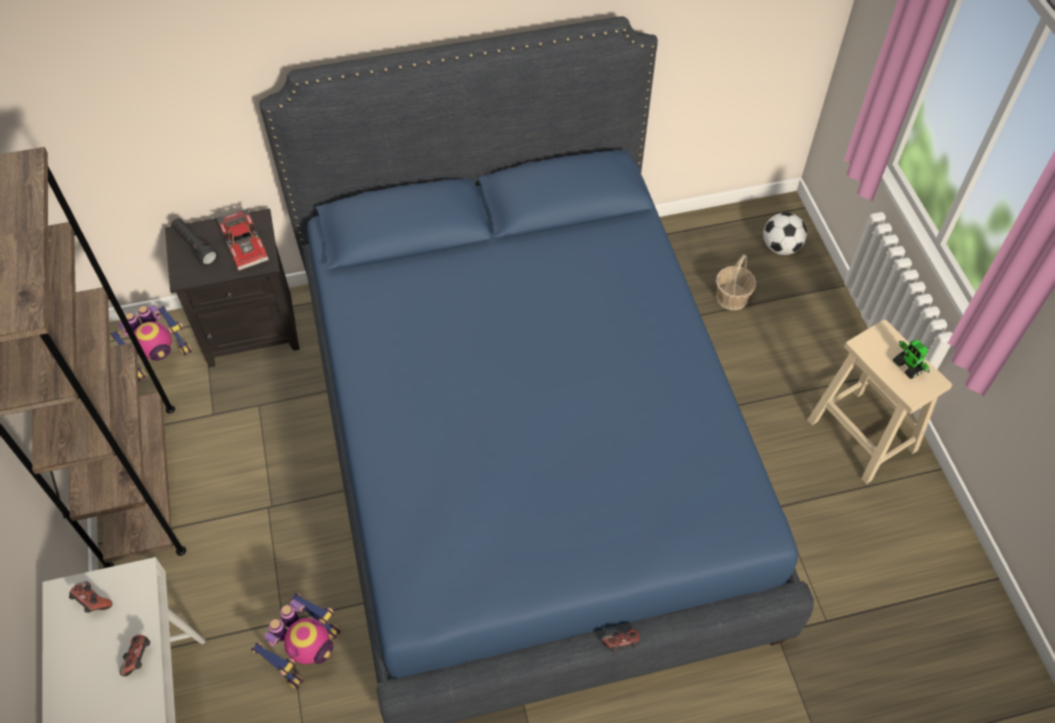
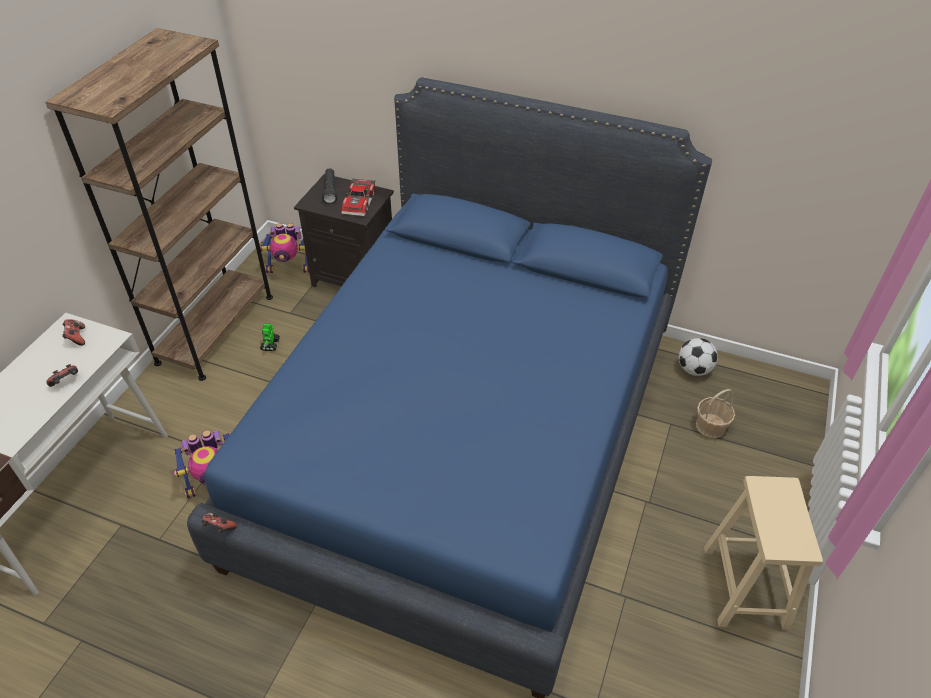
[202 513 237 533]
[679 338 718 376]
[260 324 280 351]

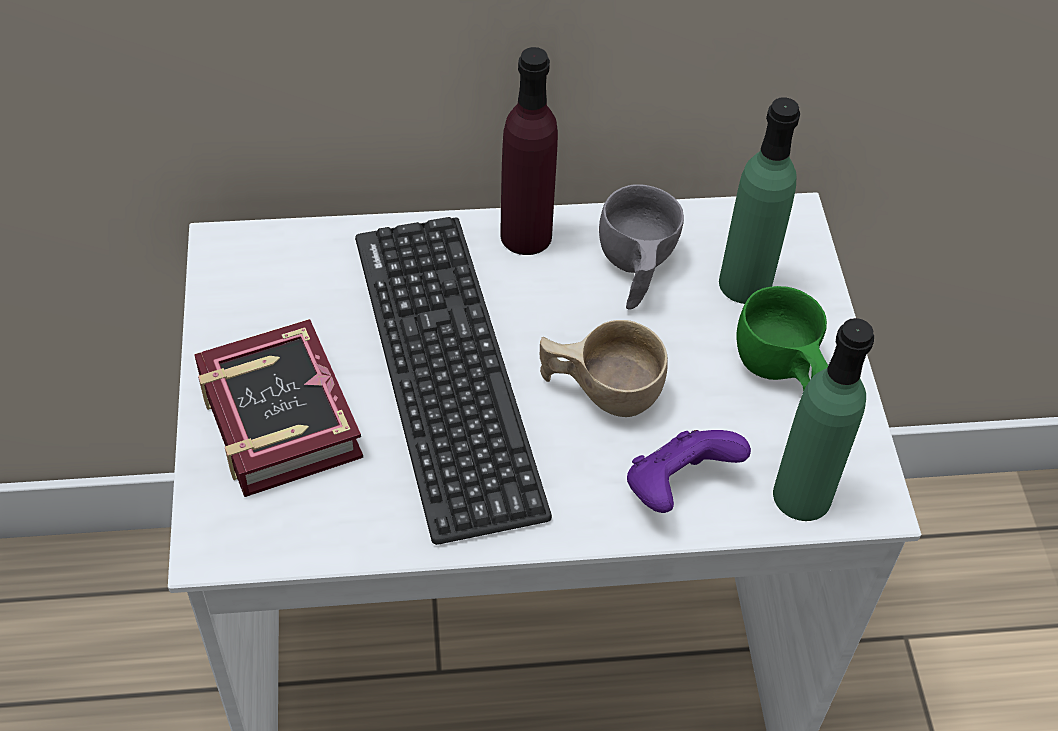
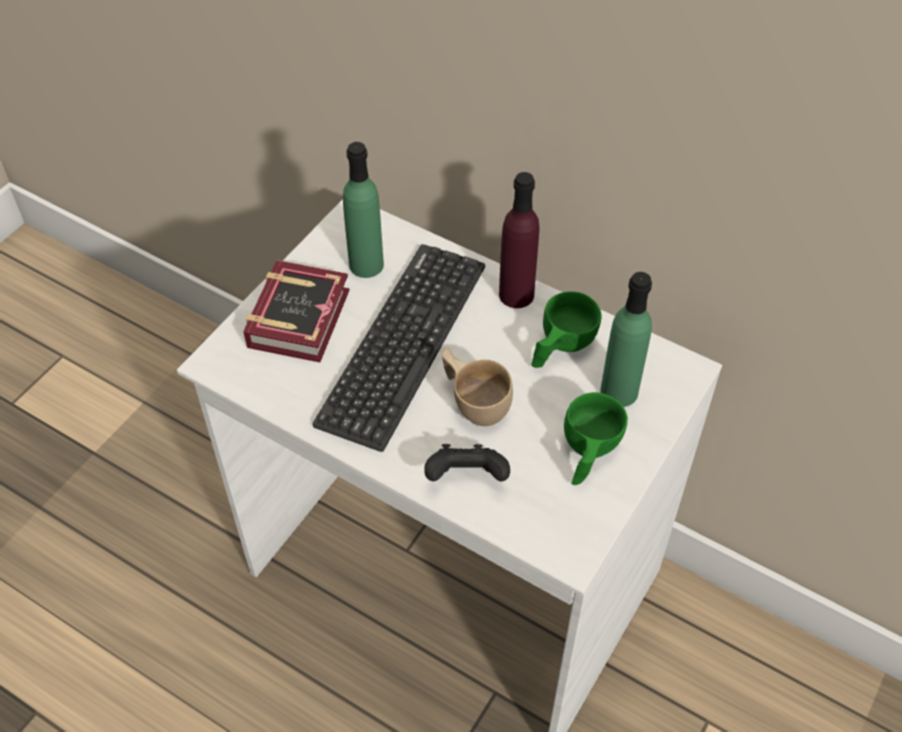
[531 291 601 368]
[424 444 510 481]
[343 142 384 278]

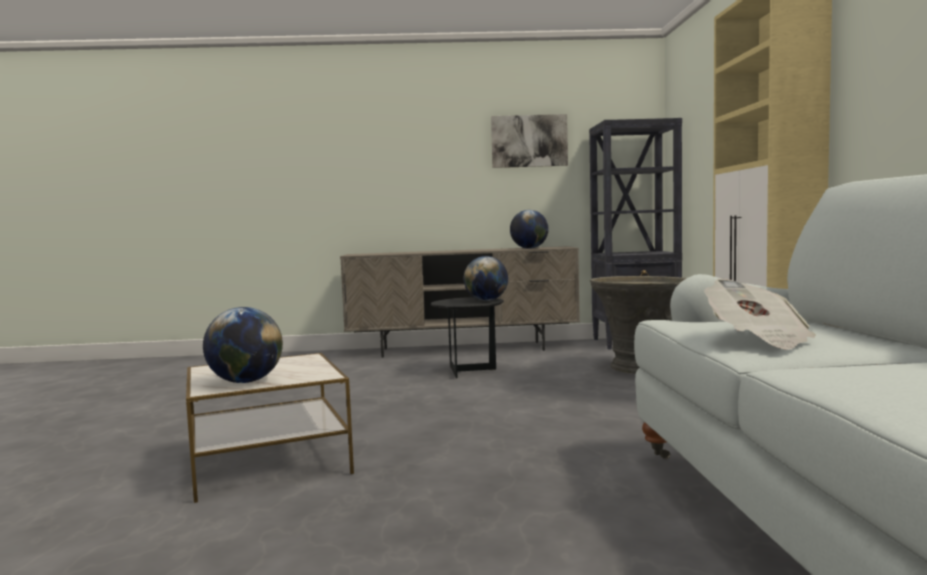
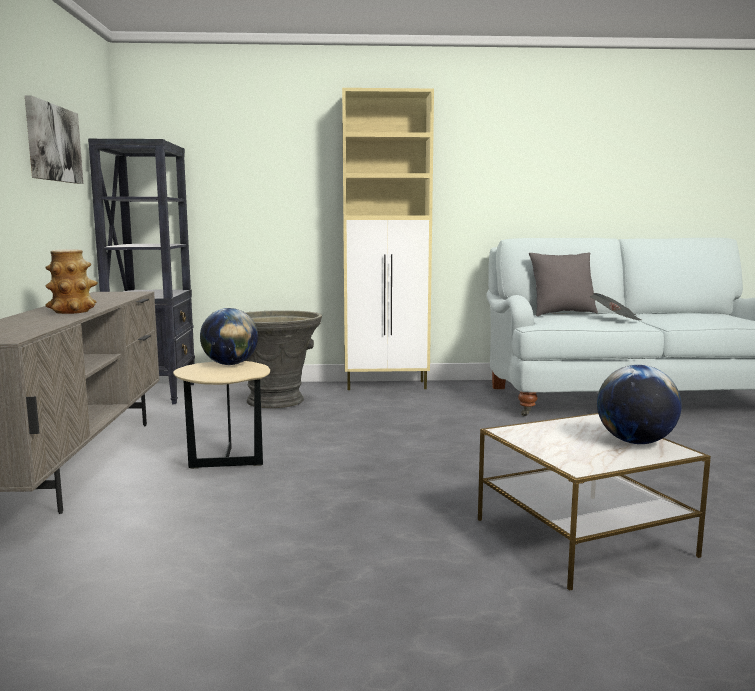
[173 361 270 469]
[510 210 549 249] (first image)
[45 249 98 314]
[529 253 598 316]

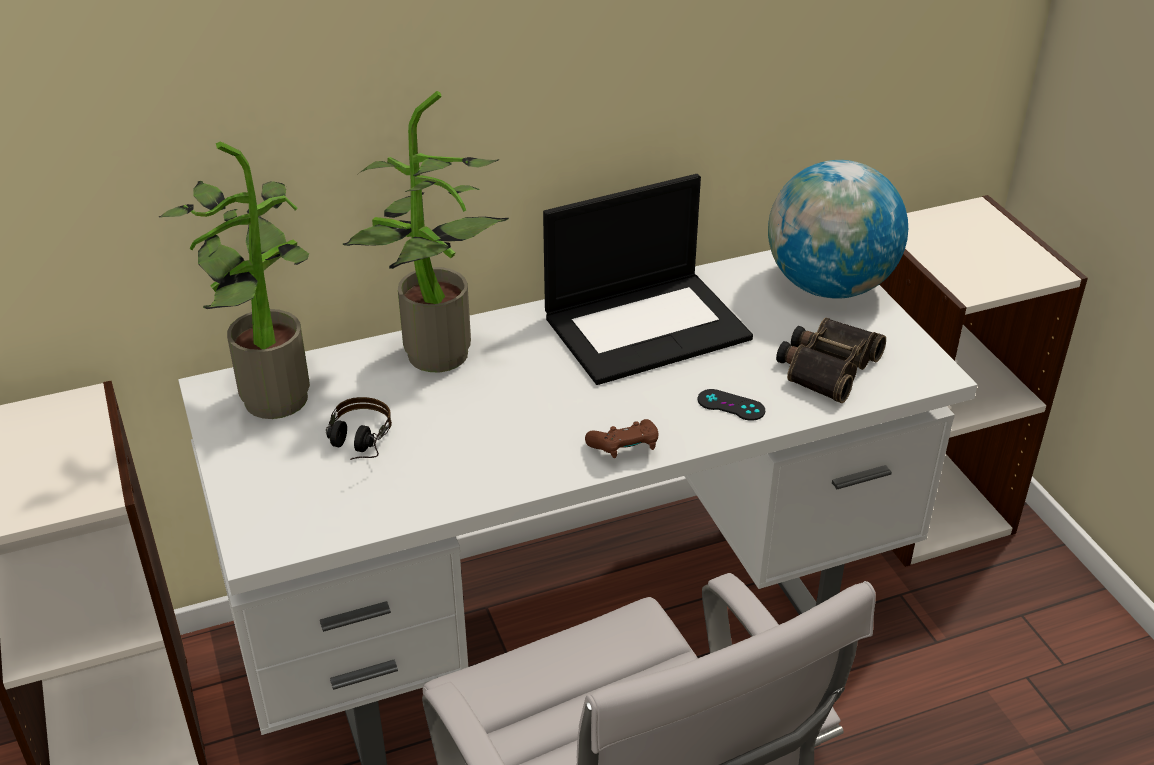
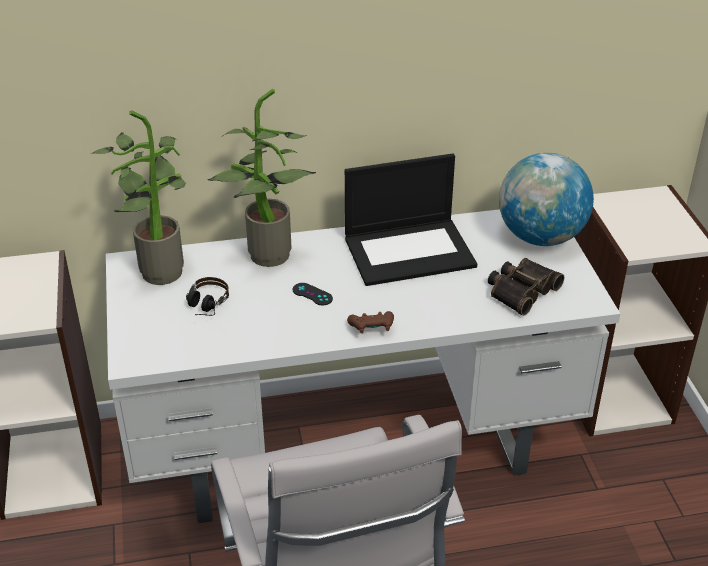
[293 283 333 305]

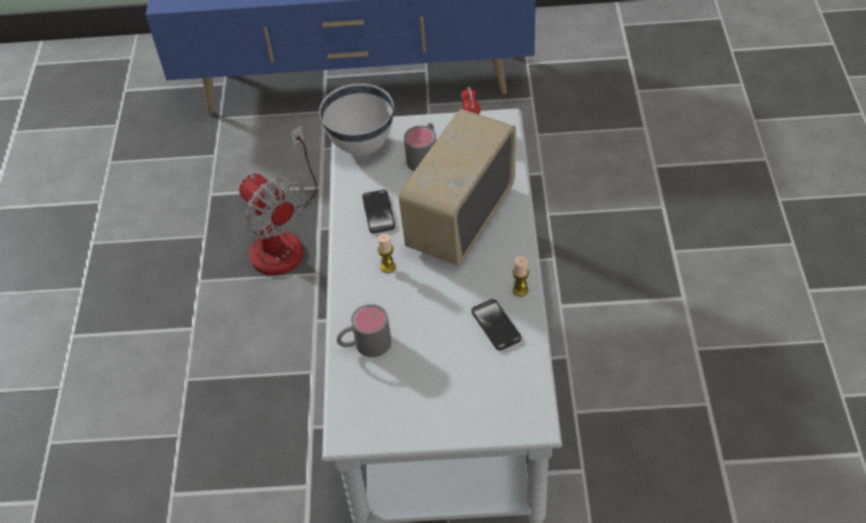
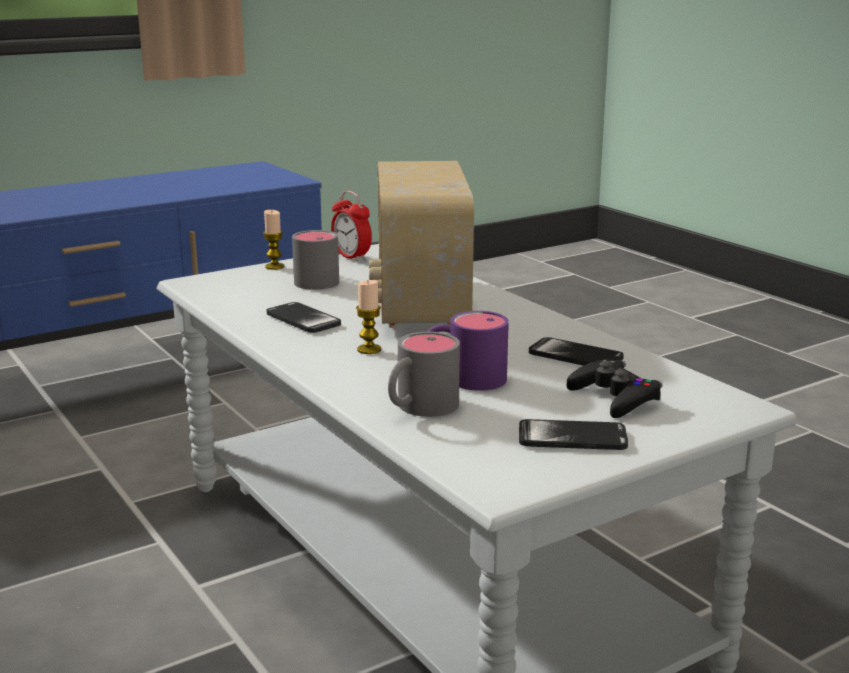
[239 125 317 275] (first image)
[319 83 394 155] (first image)
[263 210 284 270]
[427 311 509 391]
[519 419 628 450]
[567 359 663 418]

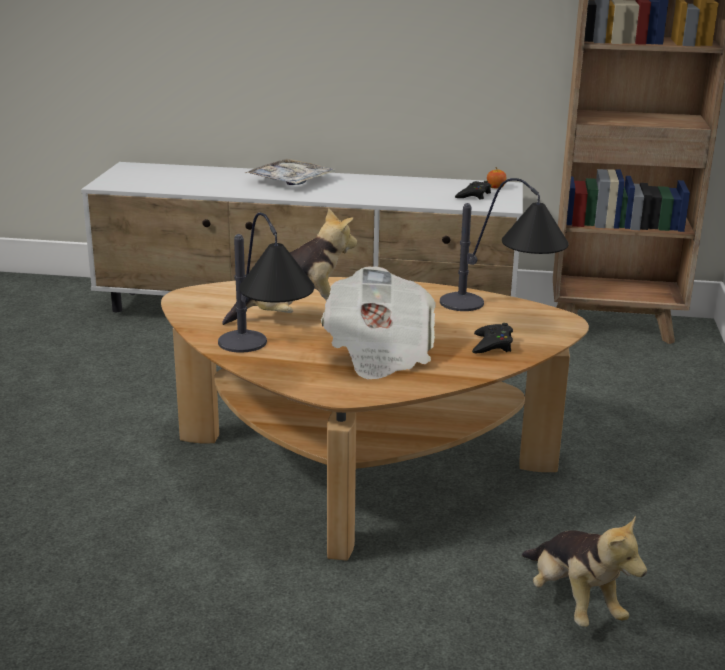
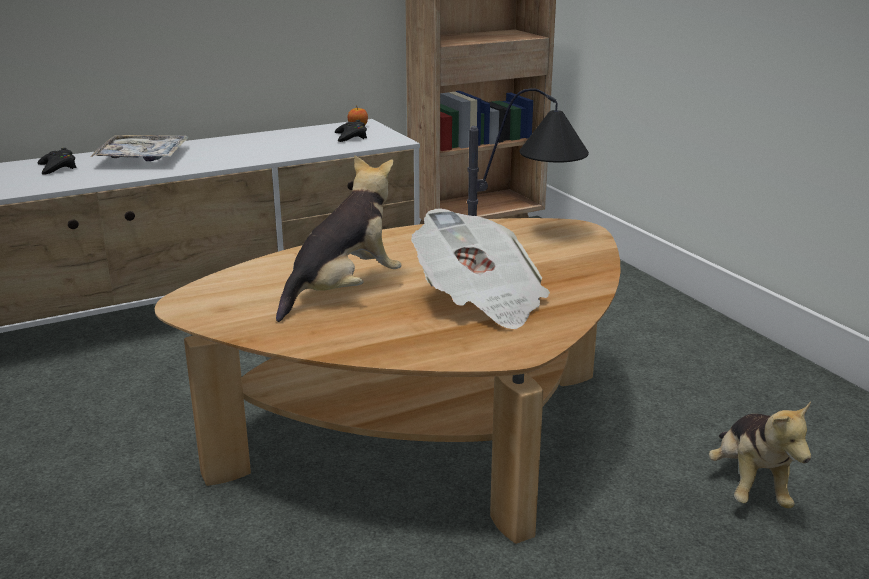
[218 212 315 353] (first image)
[38 148 76 175]
[709 401 811 508]

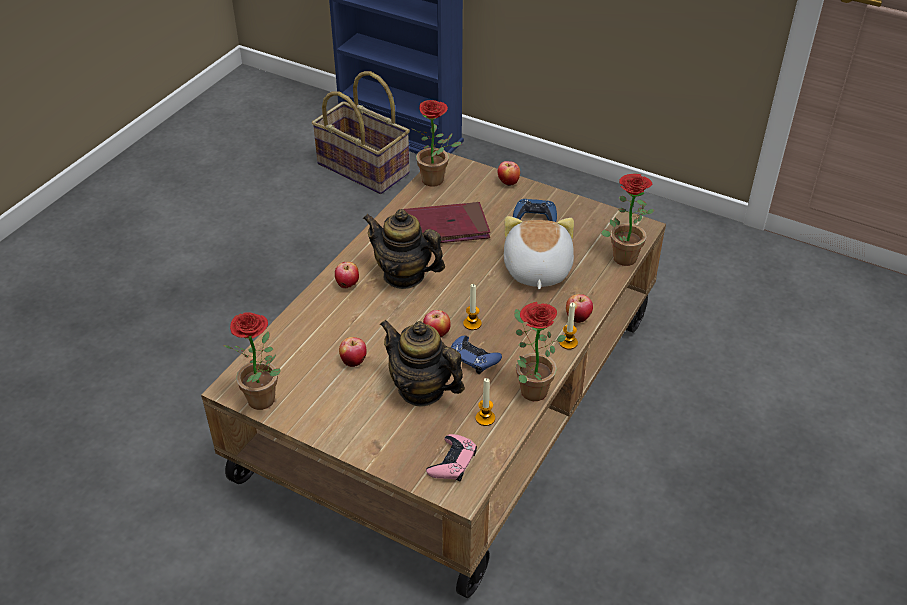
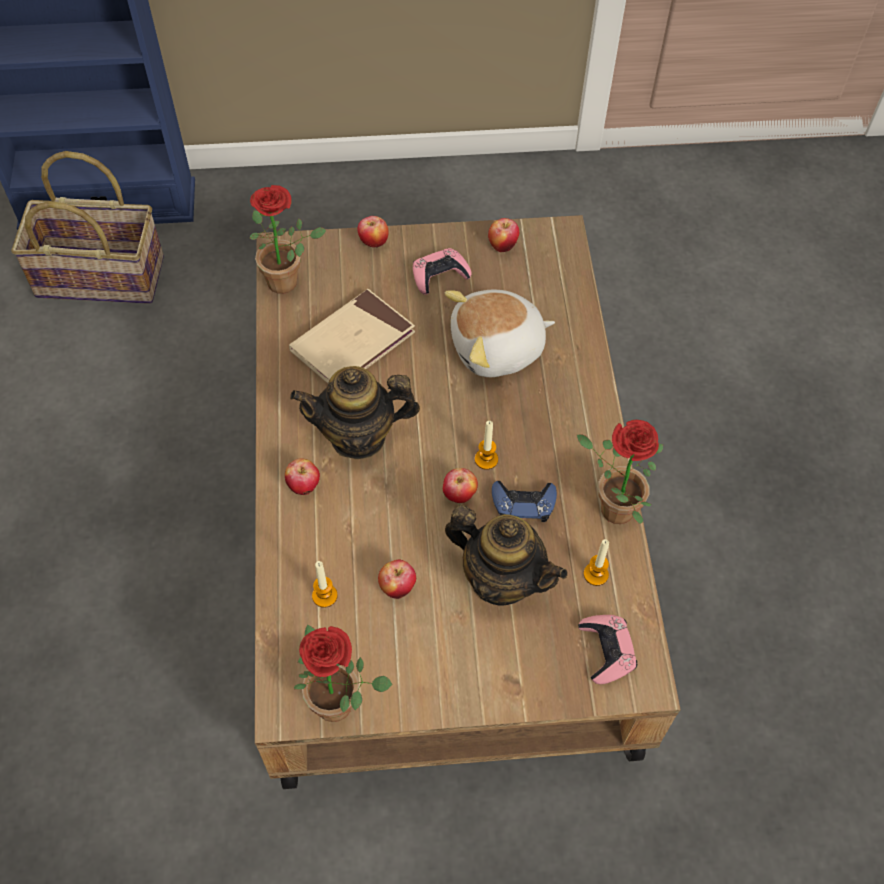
[445 505 568 606]
[289 289 415 383]
[445 290 555 377]
[413 248 472 295]
[312 561 338 608]
[488 218 520 252]
[601 174 654 266] (first image)

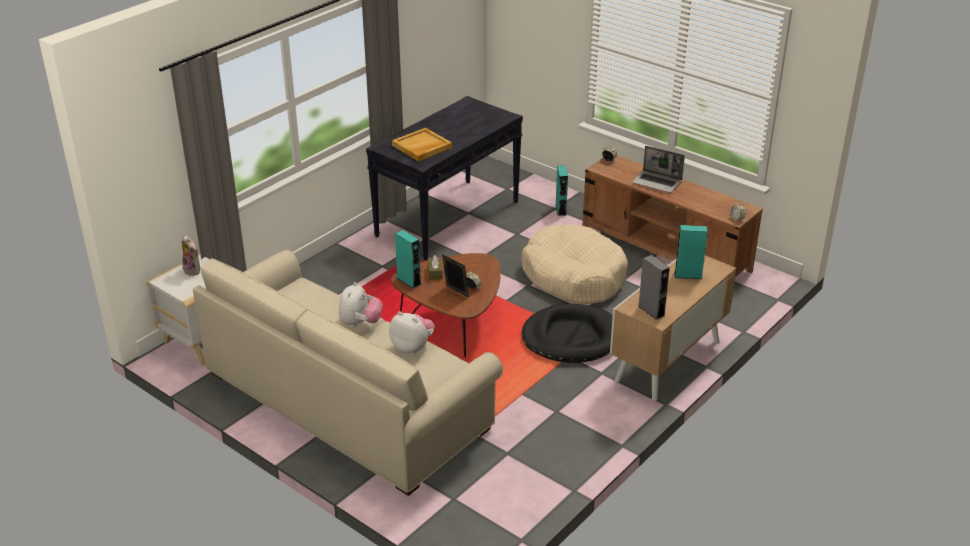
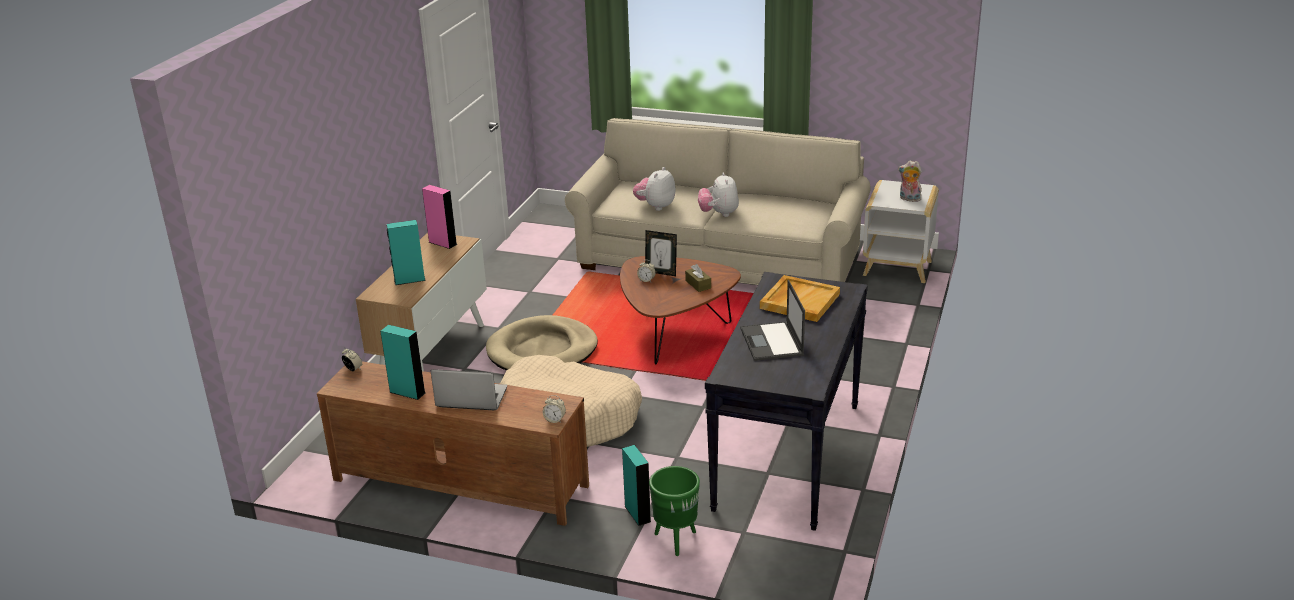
[633 167 676 211]
[380 325 425 400]
[486 315 598 371]
[422 185 457 249]
[649 466 700 556]
[740 280 805 361]

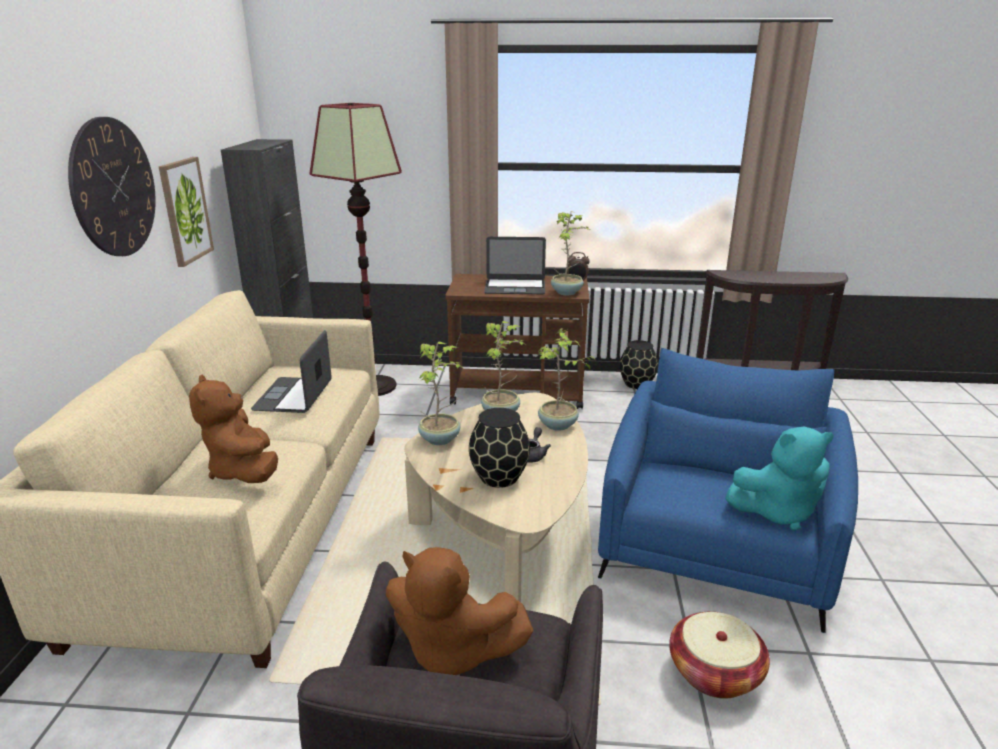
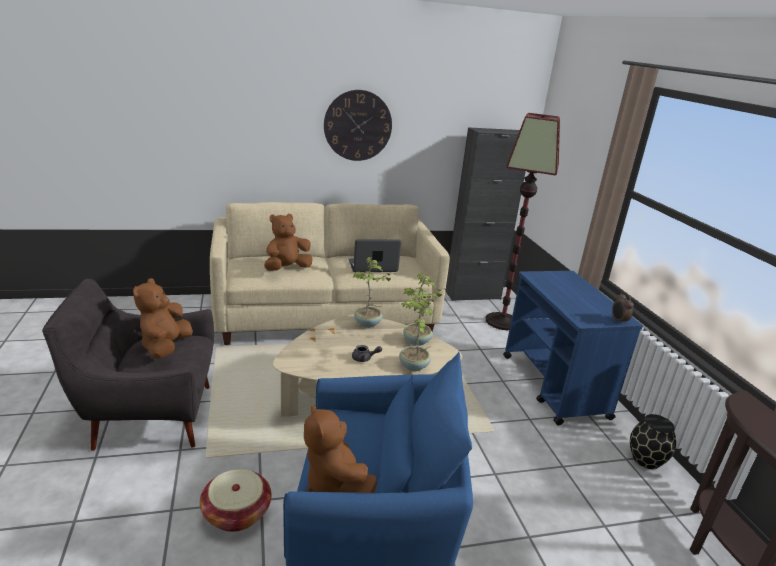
[159 157 214 267] (first image)
[503 271 643 425]
[469 408 530 488] (first image)
[484 237 546 294] (first image)
[551 211 589 295] (first image)
[304 403 377 493]

